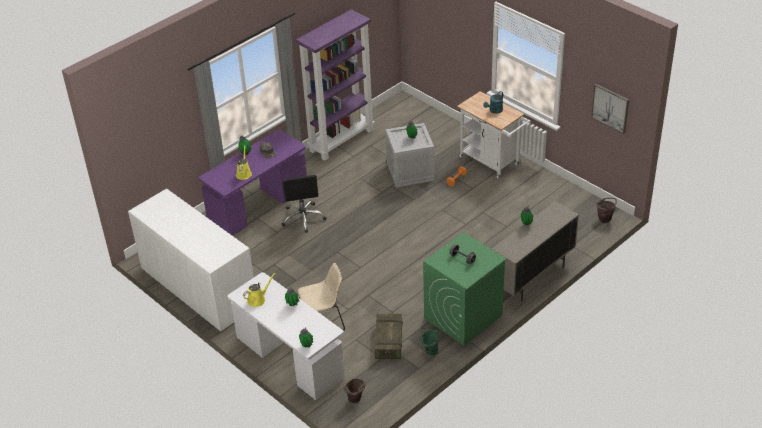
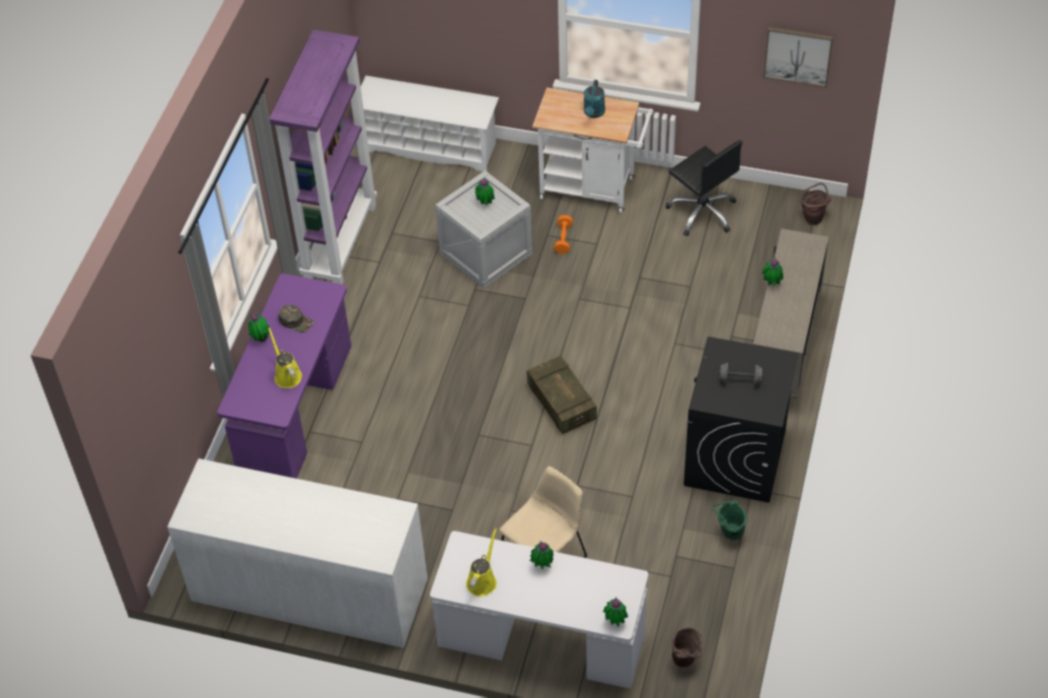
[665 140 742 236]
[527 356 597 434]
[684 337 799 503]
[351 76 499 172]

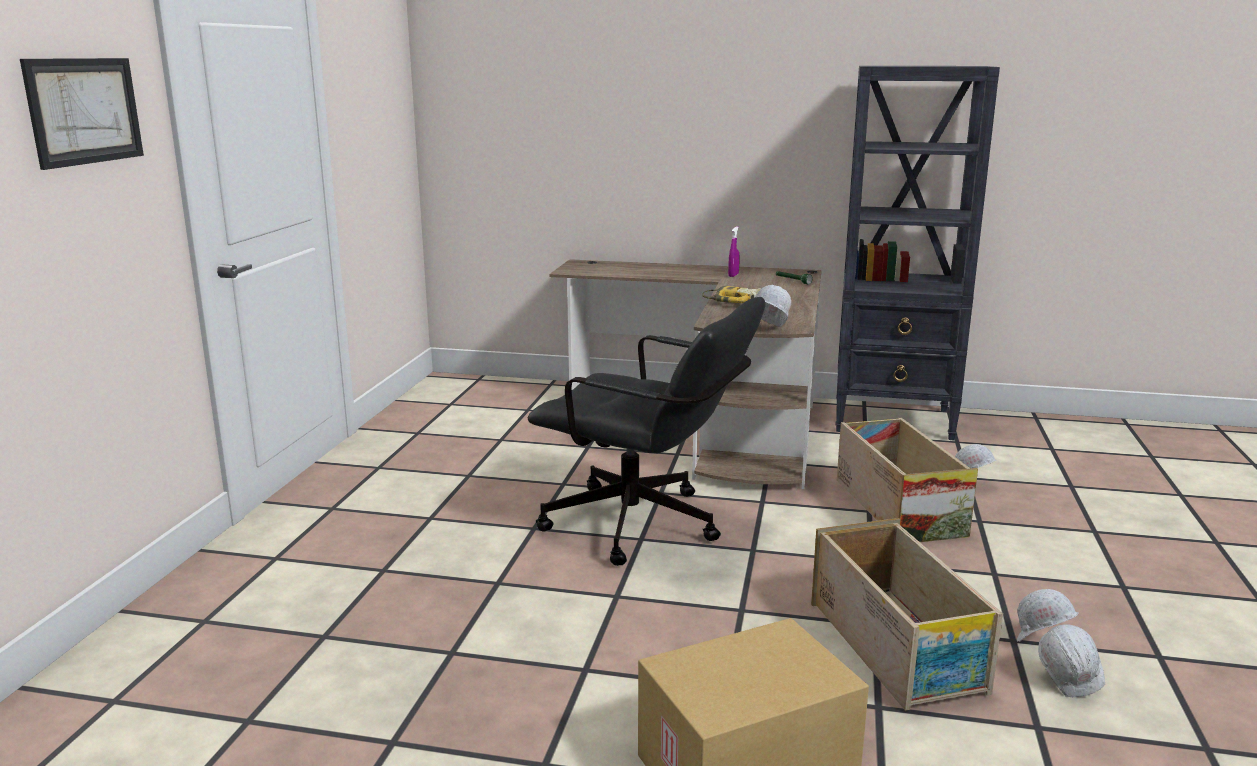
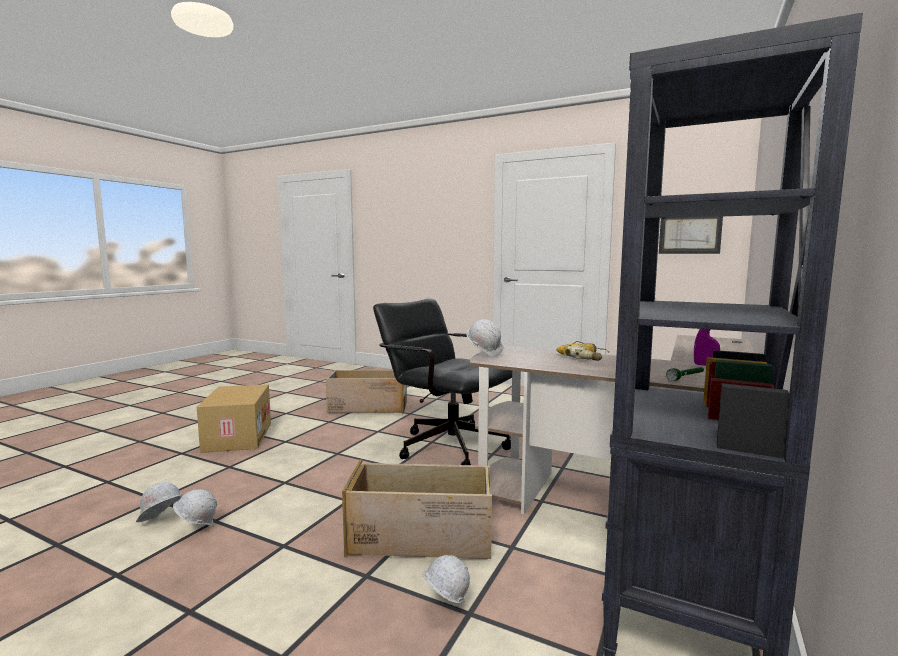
[659 216 723 254]
[373 299 512 465]
[326 370 407 414]

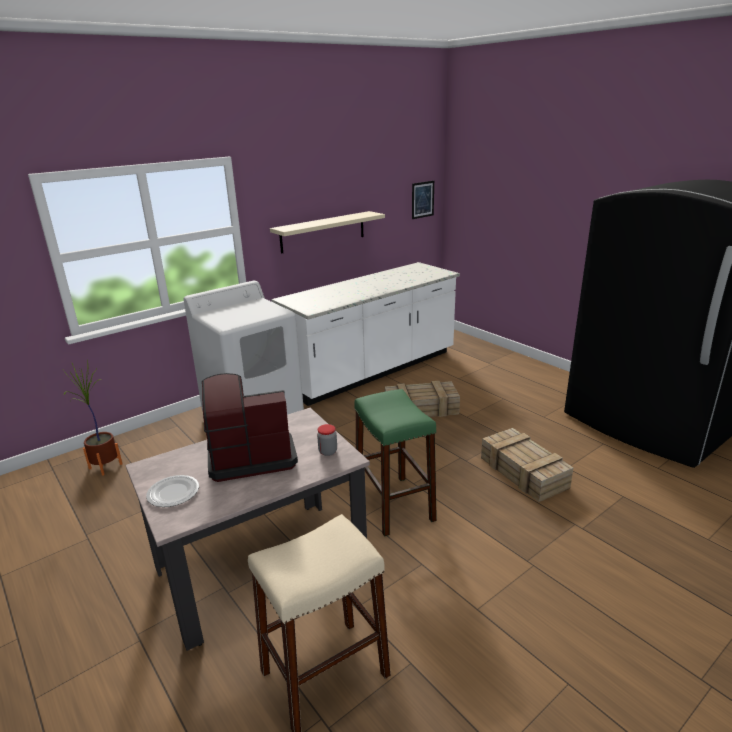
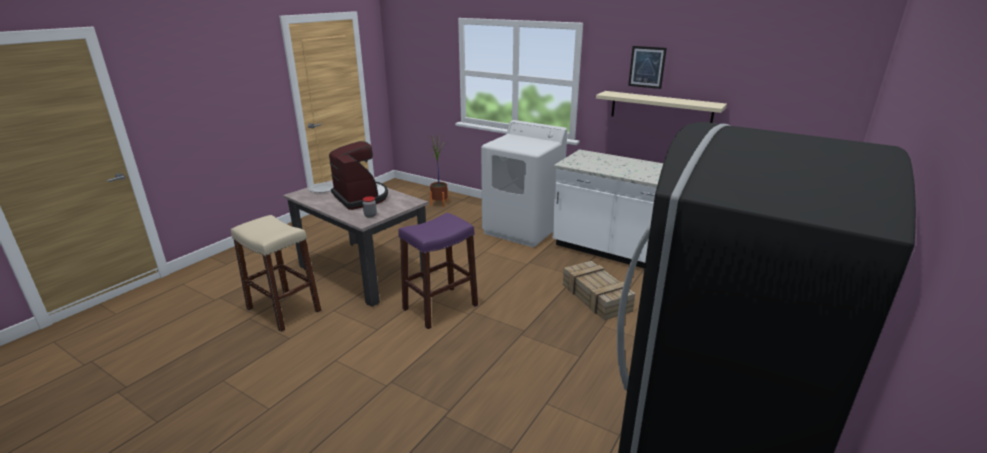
[398 213 478 329]
[628 46 667 89]
[481 428 573 502] (first image)

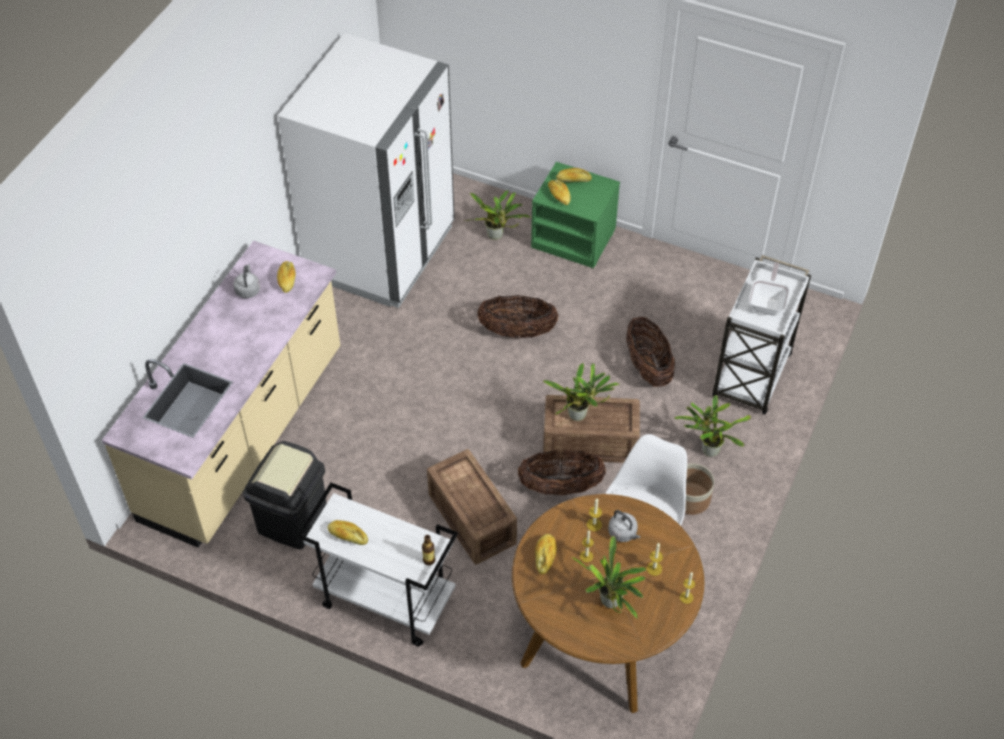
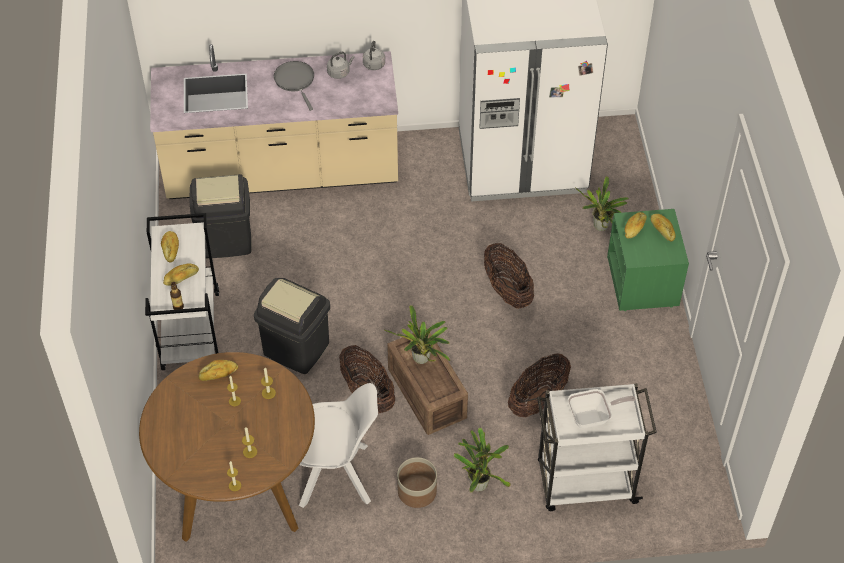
[163 263 199 286]
[254 278 330 374]
[572 536 647 619] (first image)
[363 41 385 70]
[274 61 314 111]

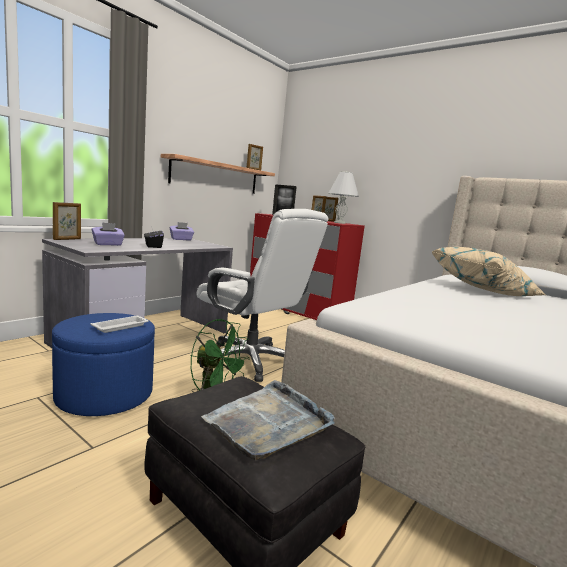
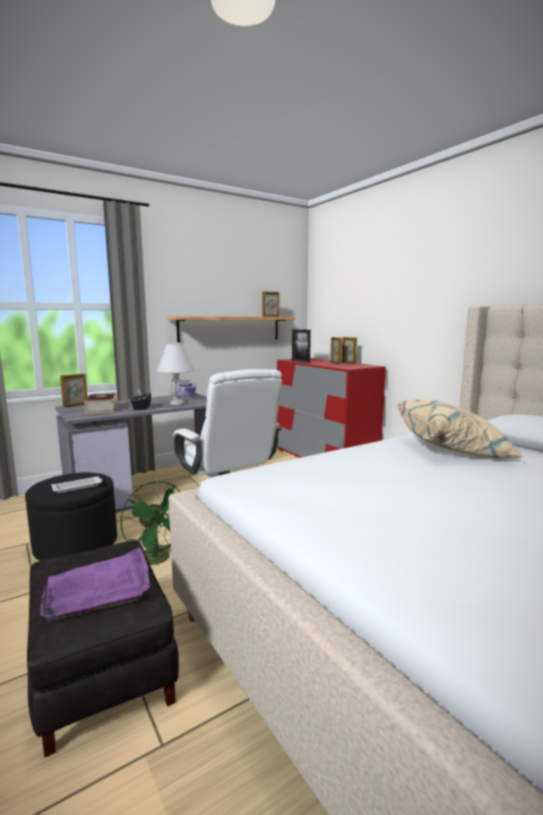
[25 473 117 561]
[85 393 118 414]
[40 547 150 621]
[156 342 195 405]

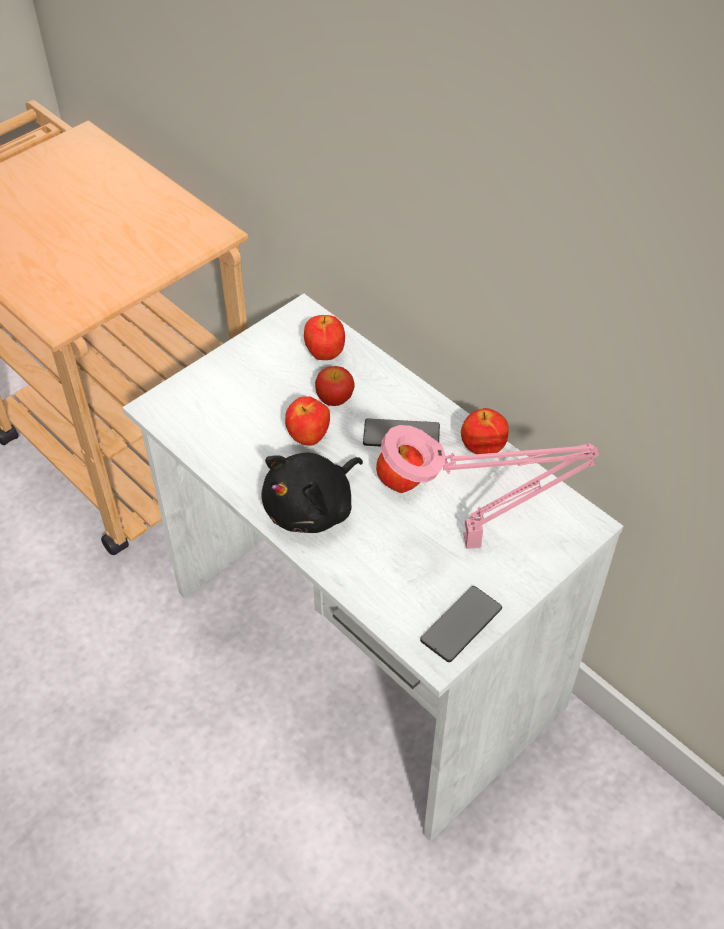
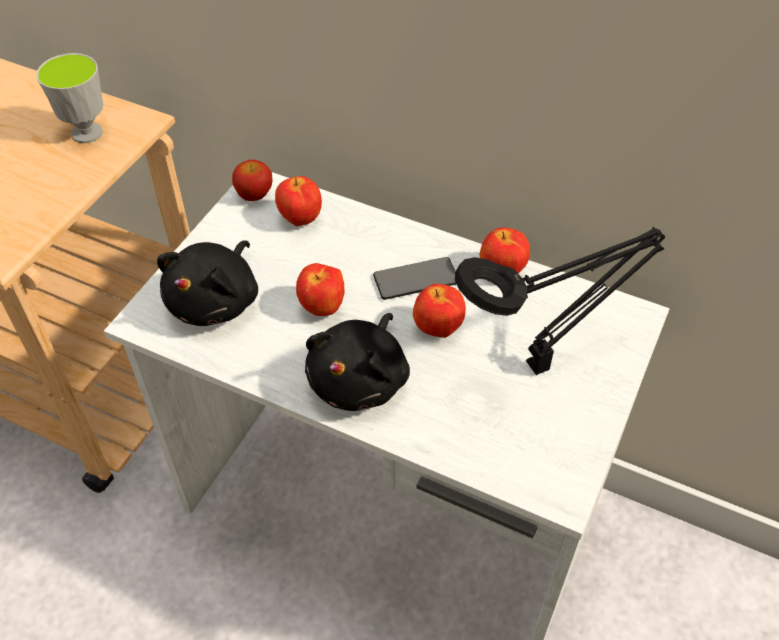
[232 160 272 201]
[455 227 665 375]
[420 586 502 662] (first image)
[36 53 103 143]
[157 240 258 326]

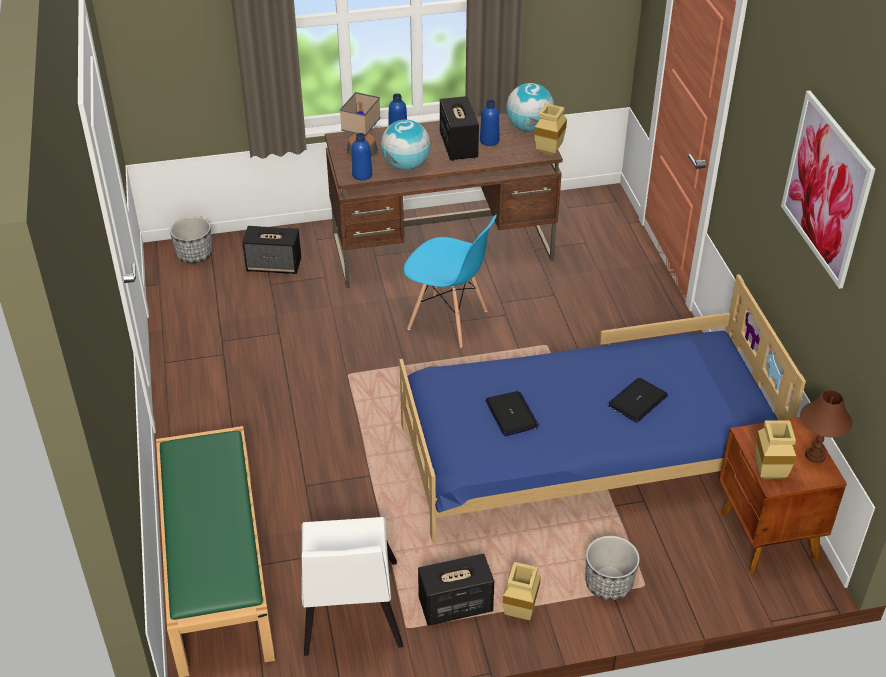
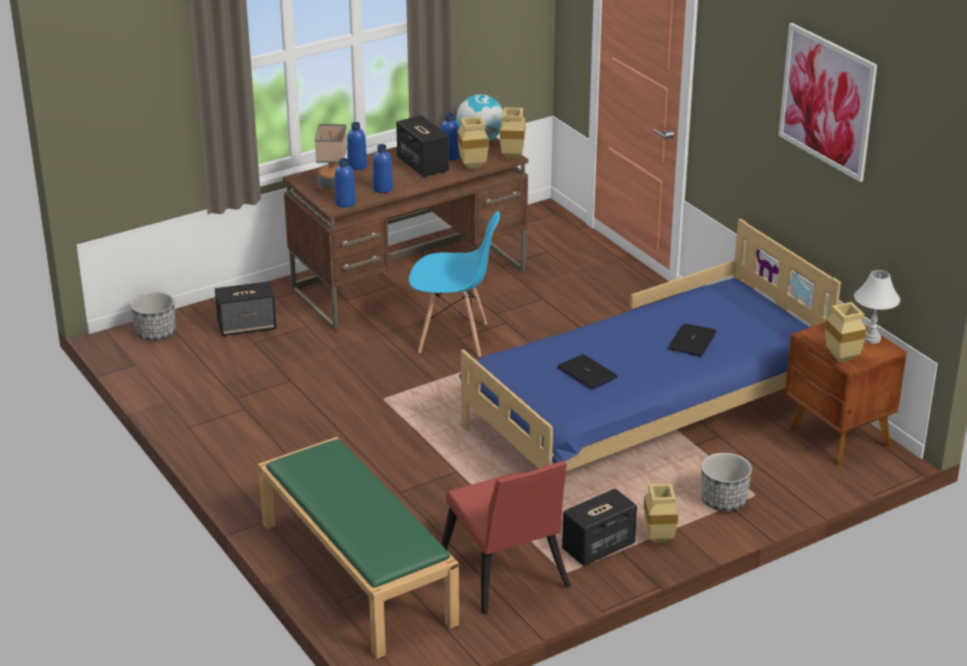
[441 461 571 615]
[373 144 393 193]
[854 270 900 344]
[457 117 489 169]

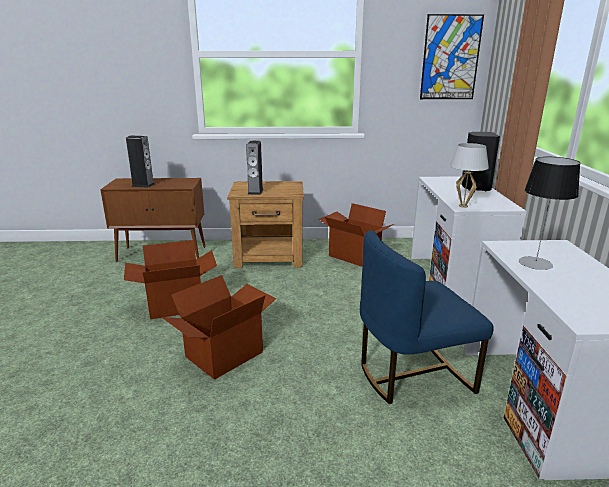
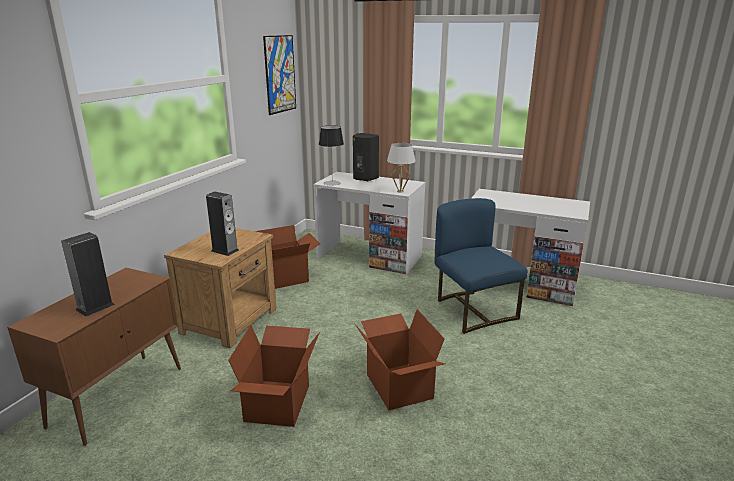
[435 198 528 334]
[319 125 344 185]

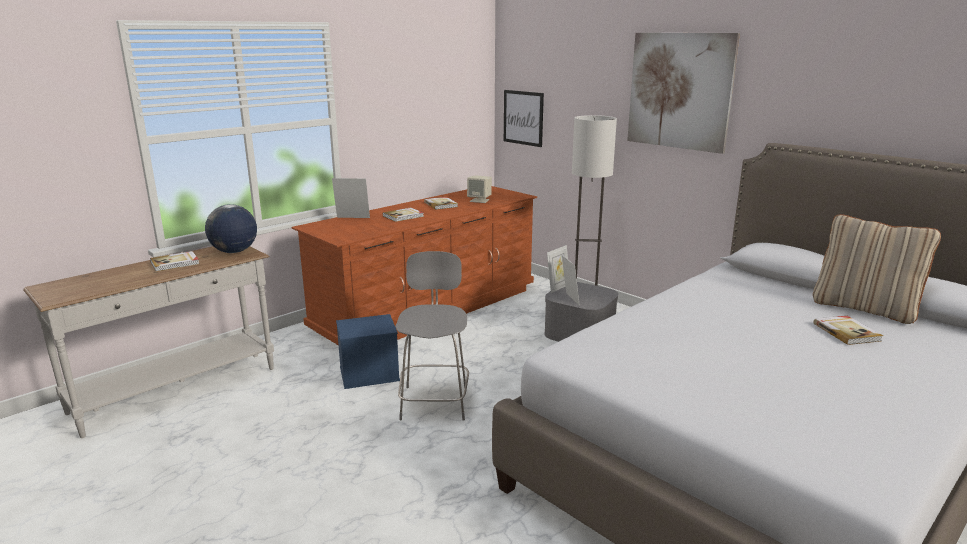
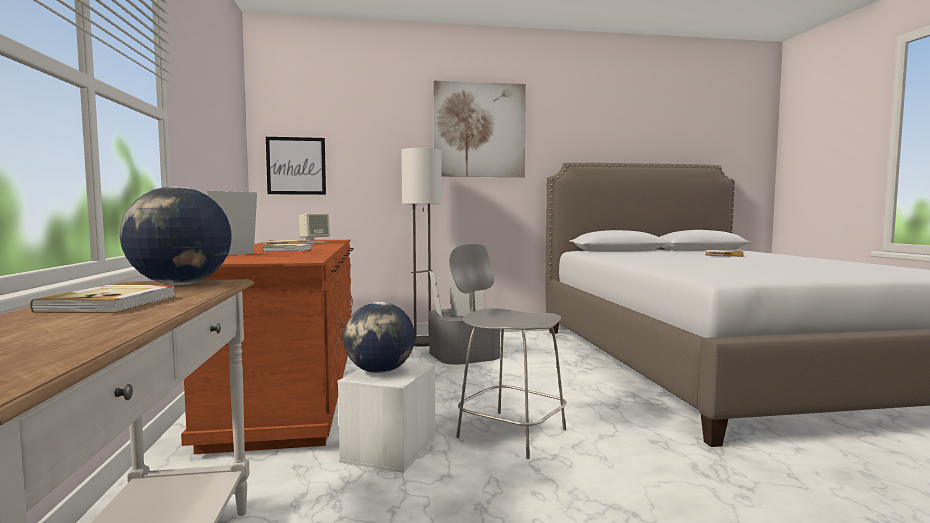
[337 361 436 473]
[813 214 941 324] (first image)
[343 302 415 373]

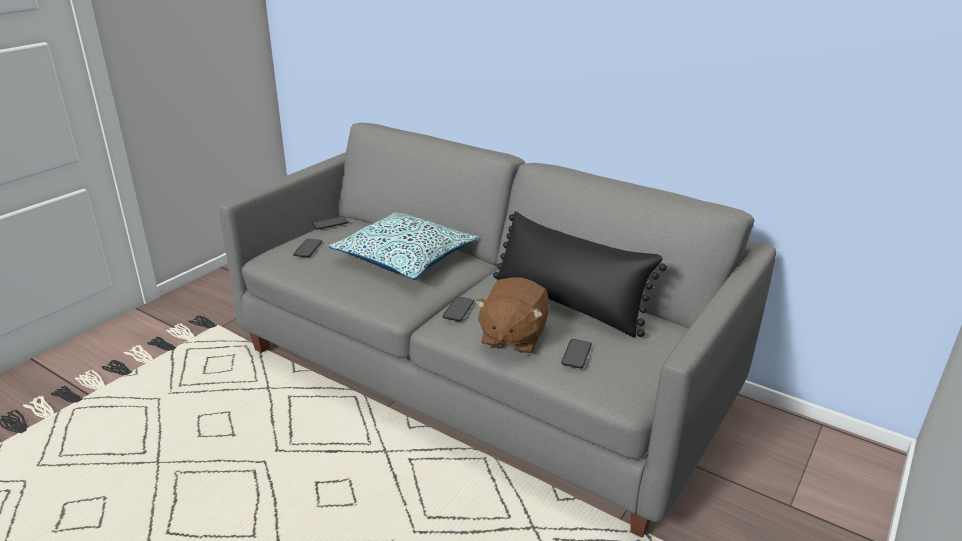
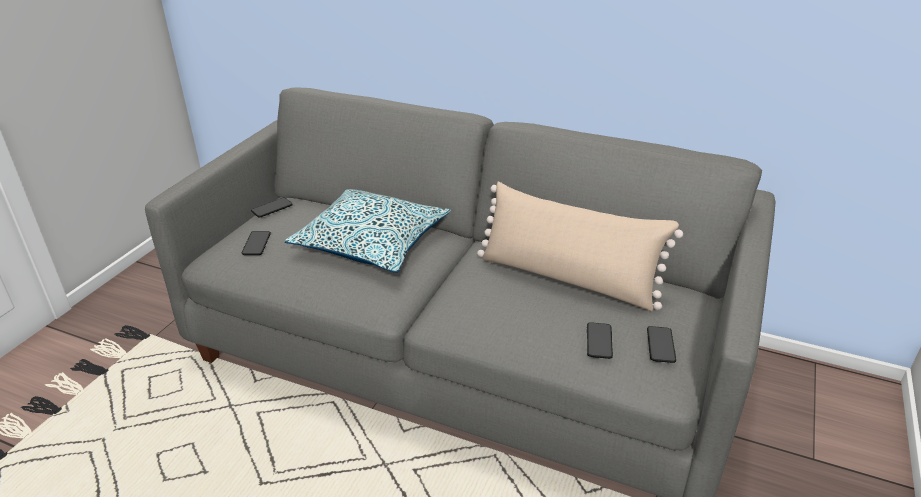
[647 326 676 363]
[475 277 550 355] (first image)
[477 182 683 311]

